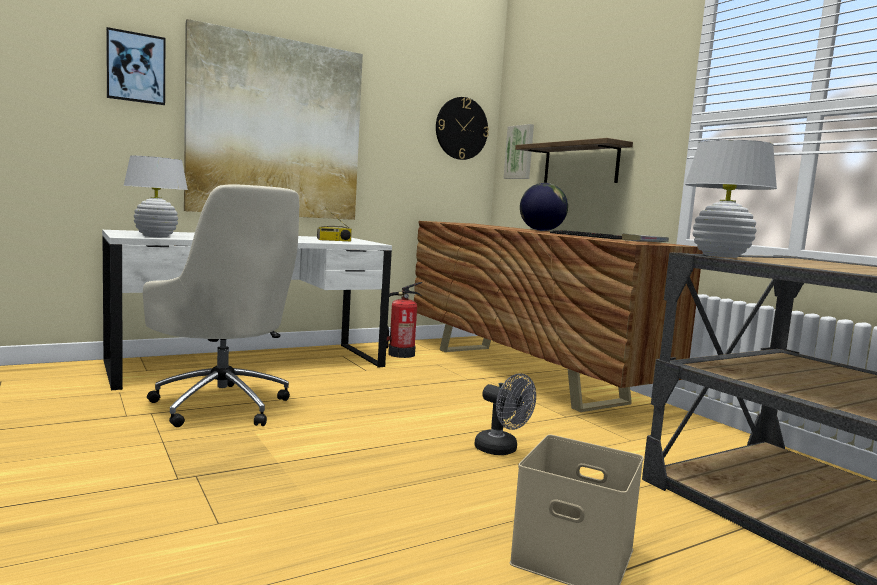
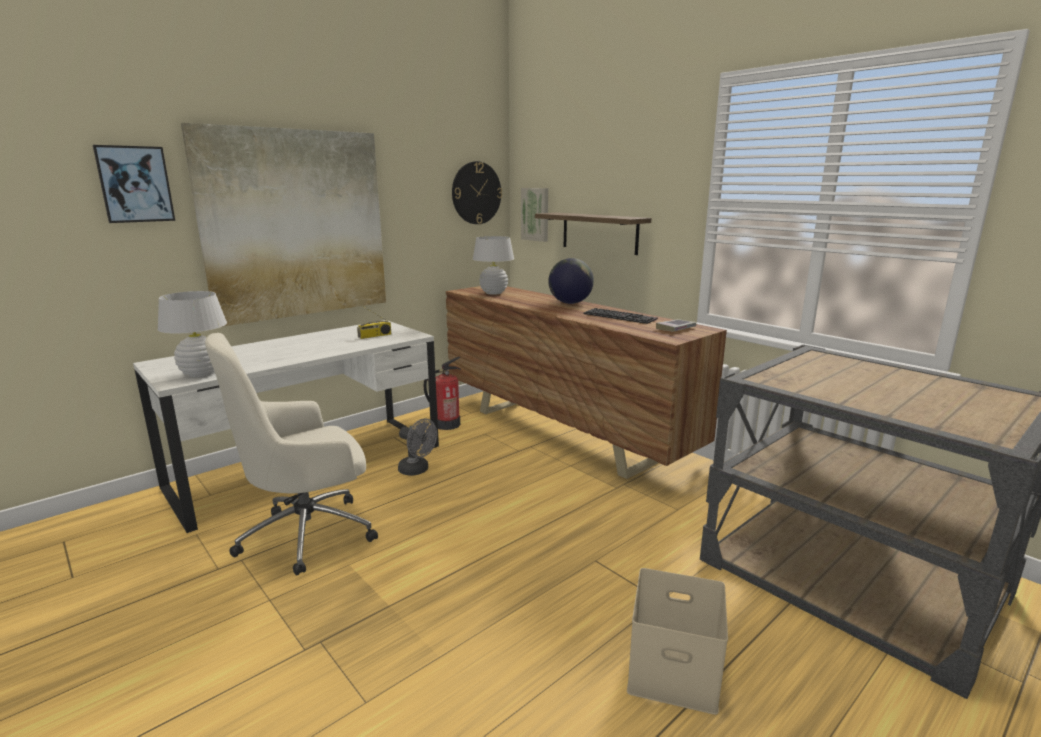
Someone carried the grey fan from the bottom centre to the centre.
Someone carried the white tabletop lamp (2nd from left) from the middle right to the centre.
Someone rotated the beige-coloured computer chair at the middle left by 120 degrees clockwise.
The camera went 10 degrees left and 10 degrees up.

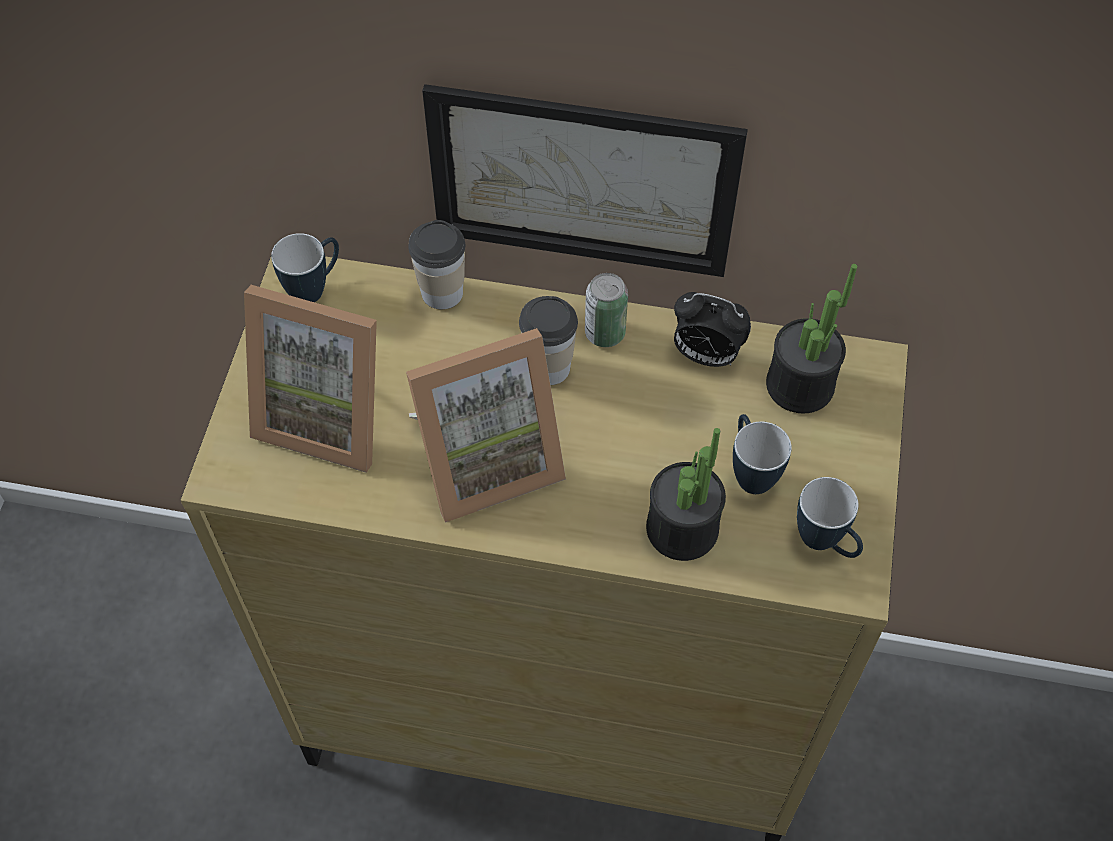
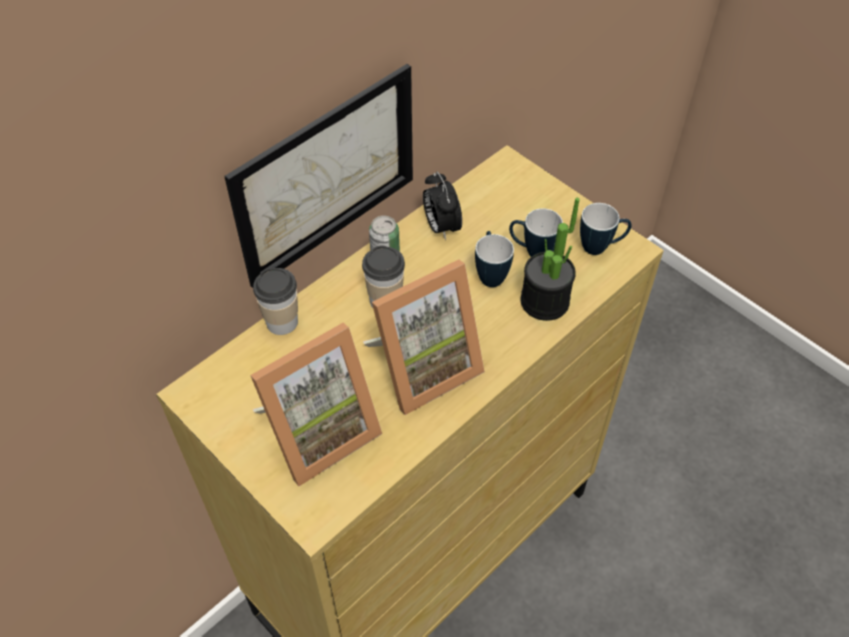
Someone took away the potted plant (2nd from left) at the middle right.
Someone carried the tea mug (1st from left) from the top left to the centre.
Someone rotated the photo frame (2nd from left) at the centre by 45 degrees clockwise.
Someone rotated the table clock at the centre by 105 degrees clockwise.
The camera went 55 degrees left and 5 degrees down.

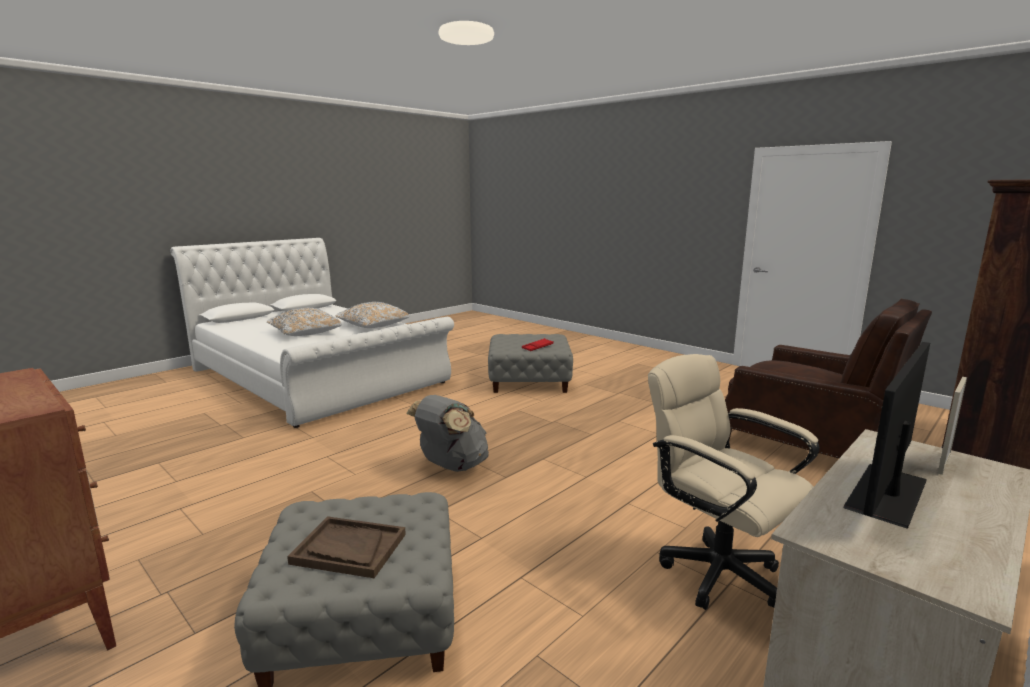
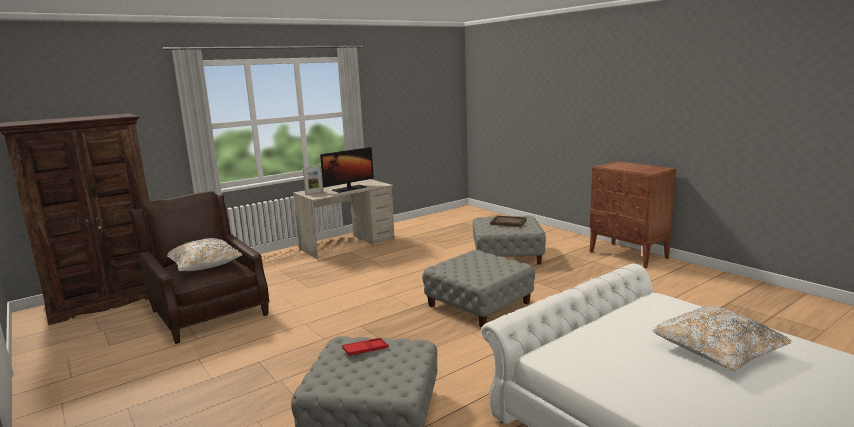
Someone took away the beige-coloured computer chair at the bottom right.
Someone carried the white pillow (2nd from left in the first image) from the centre to the middle left.
Someone swapped the grey backpack at the centre for the grey pouffe (2nd from left) at the bottom centre.
The camera went 170 degrees left and 0 degrees up.

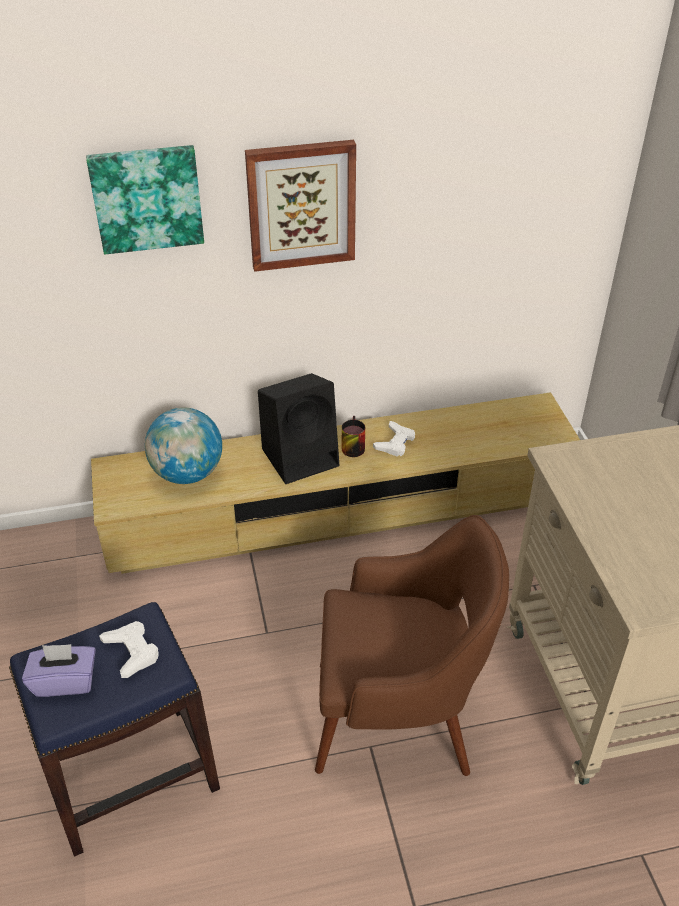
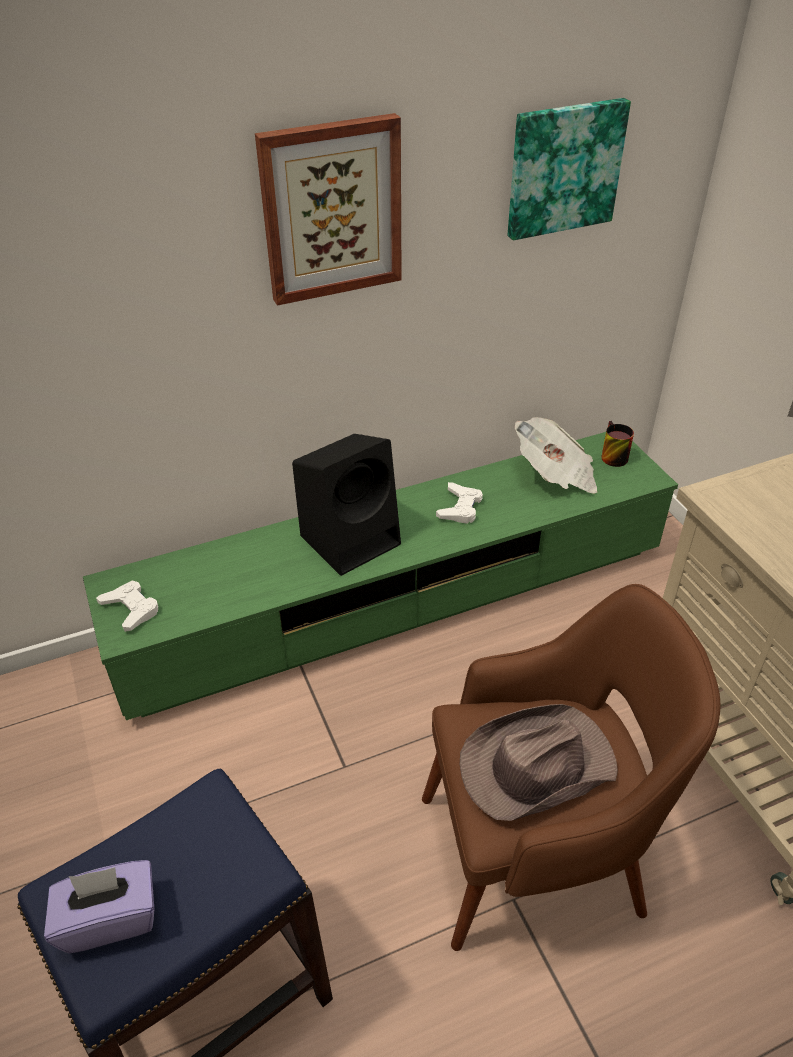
Someone took away the globe at the middle left.
Someone put down the brown-coloured hat at the bottom right.
Someone put down the printed paper at the middle right.
Someone carried the wall art (1st from left in the first image) from the top left to the top right.
Someone carried the white joypad (1st from left) from the bottom left to the middle left.
Someone carried the tea mug from the centre to the middle right.
Someone repainted the beige-coloured tv unit at the centre, which became the greenish tv unit at the centre.
The camera went 10 degrees left and 0 degrees up.

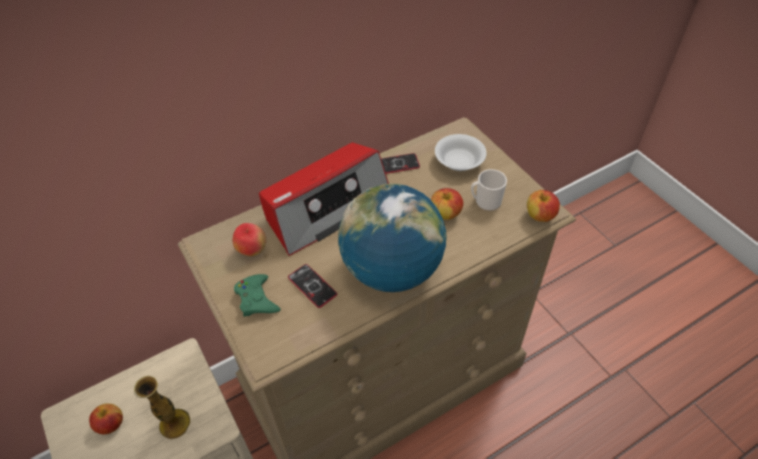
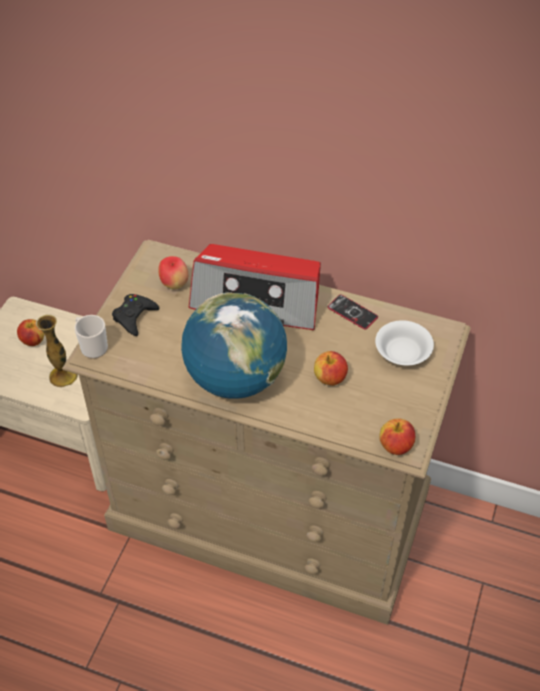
Someone took away the handset (1st from left) at the centre.
Someone carried the tea mug from the centre to the middle left.
Someone repainted the greenish joypad at the centre, which became the black joypad at the middle left.
The camera went 50 degrees right and 0 degrees up.

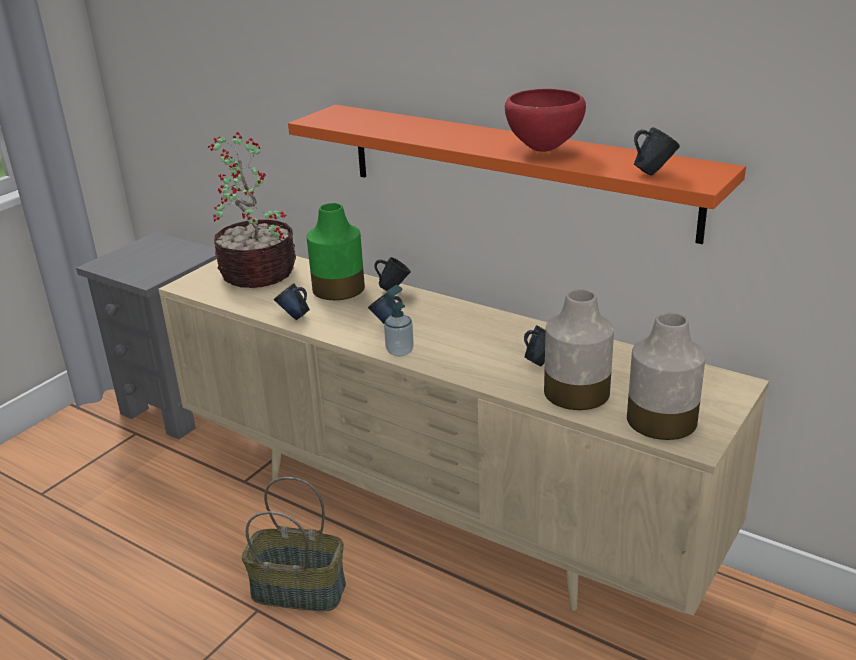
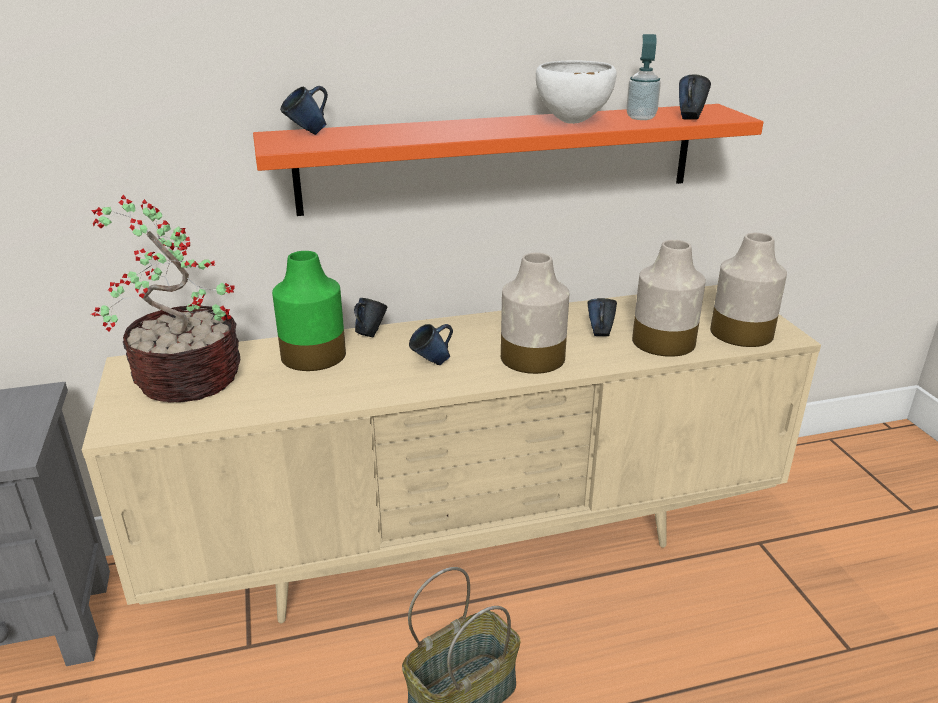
Someone put down the beige-coloured vase (1st from left) at the centre.
Someone carried the bluish tea mug (1st from left) from the centre to the top left.
Someone carried the soap dispenser from the centre to the top right.
Someone repainted the reddish deep dish at the top centre, which became the white deep dish at the top centre.
The camera went 50 degrees left and 0 degrees up.

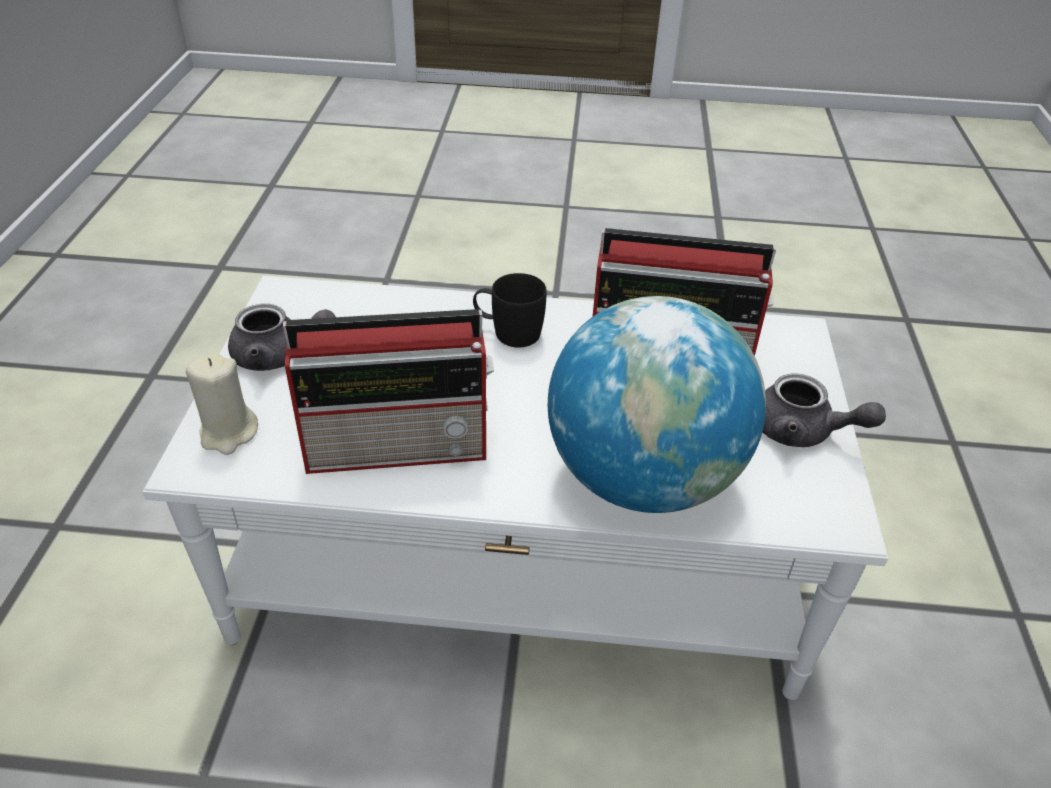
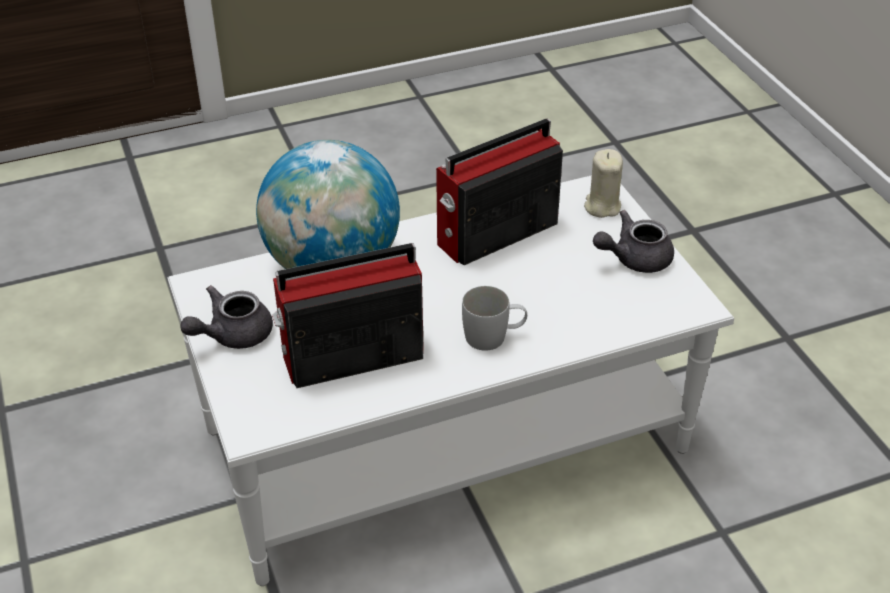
Someone repainted the black tea mug at the centre, which became the white tea mug at the centre.
Someone rotated the grey tea pot (2nd from left in the first image) at the middle right by 45 degrees counterclockwise.
The camera went 155 degrees right and 0 degrees up.

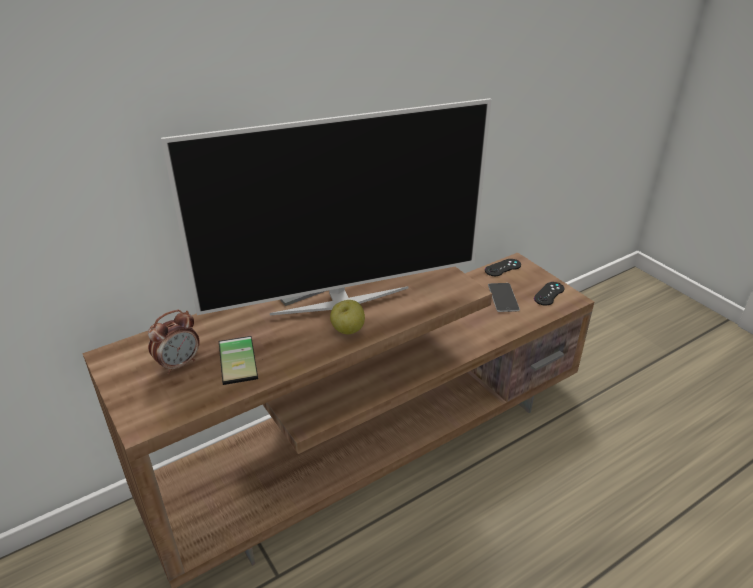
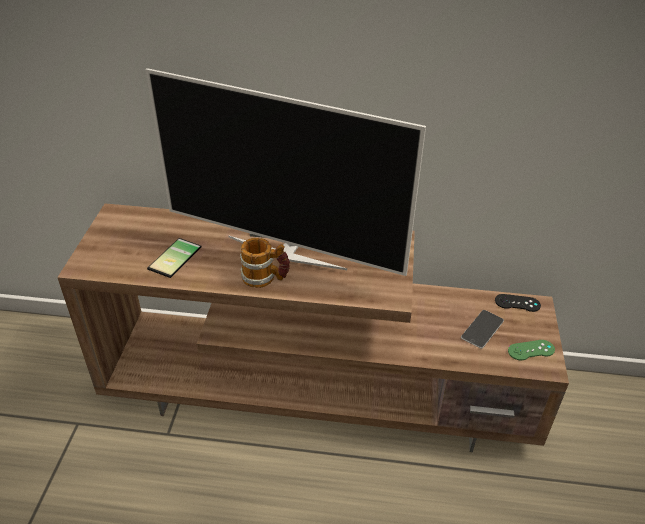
Someone took away the table clock at the middle left.
Someone swapped the apple at the centre for the tea mug at the centre.
Someone repainted the black joypad (2nd from left) at the middle right, which became the greenish joypad at the bottom right.
The camera went 40 degrees right and 5 degrees up.

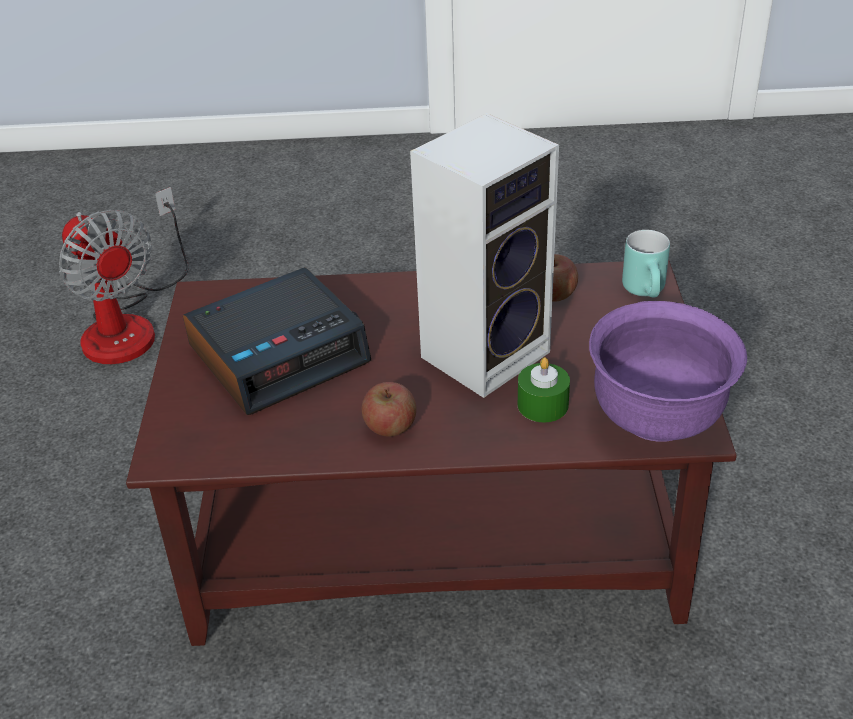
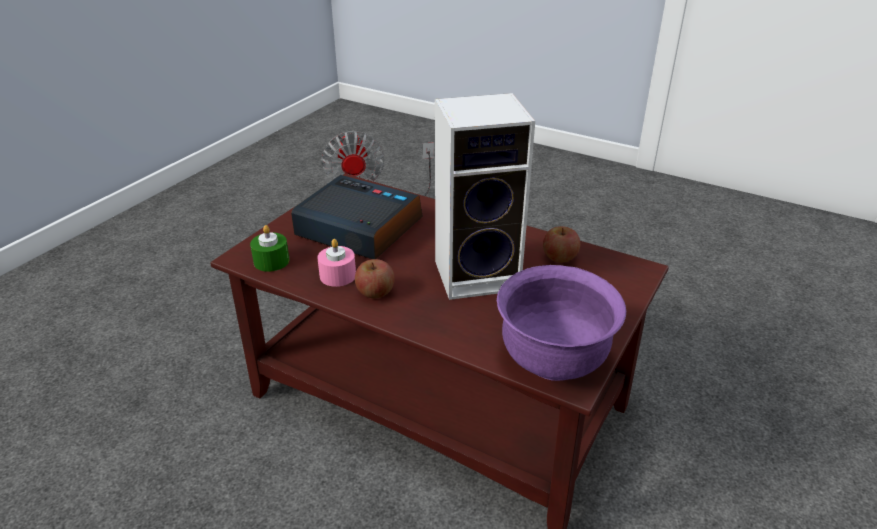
Someone took away the turquoise-coloured tea mug at the middle right.
Someone put down the pink-coloured wax candle at the centre.
Someone carried the greenish wax candle from the centre to the middle left.
Someone rotated the table clock at the middle left by 150 degrees counterclockwise.
The camera went 30 degrees right and 5 degrees down.

